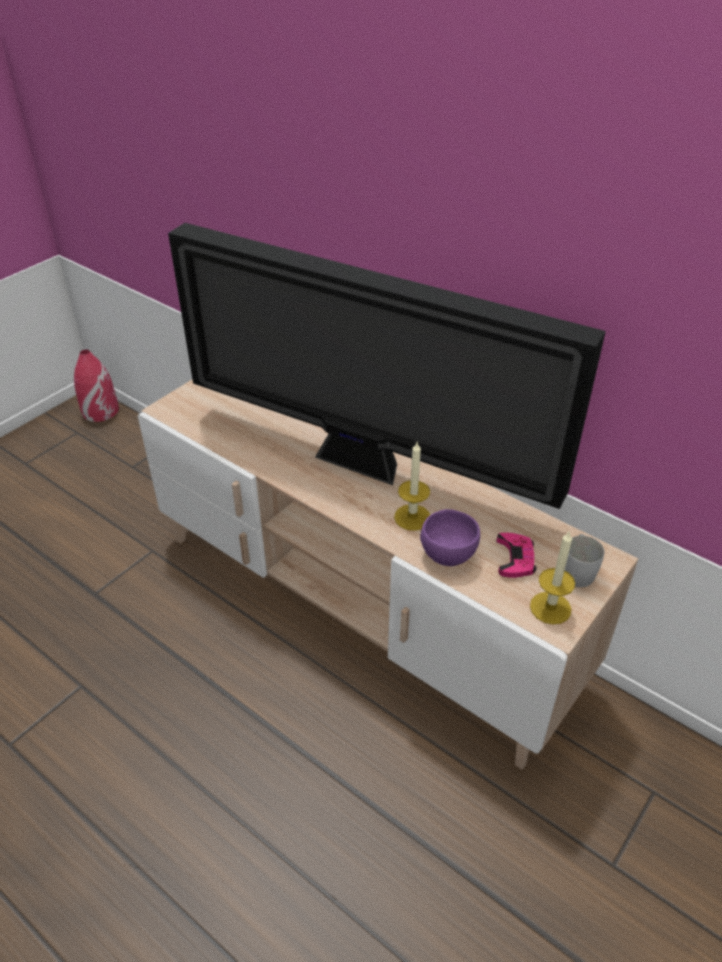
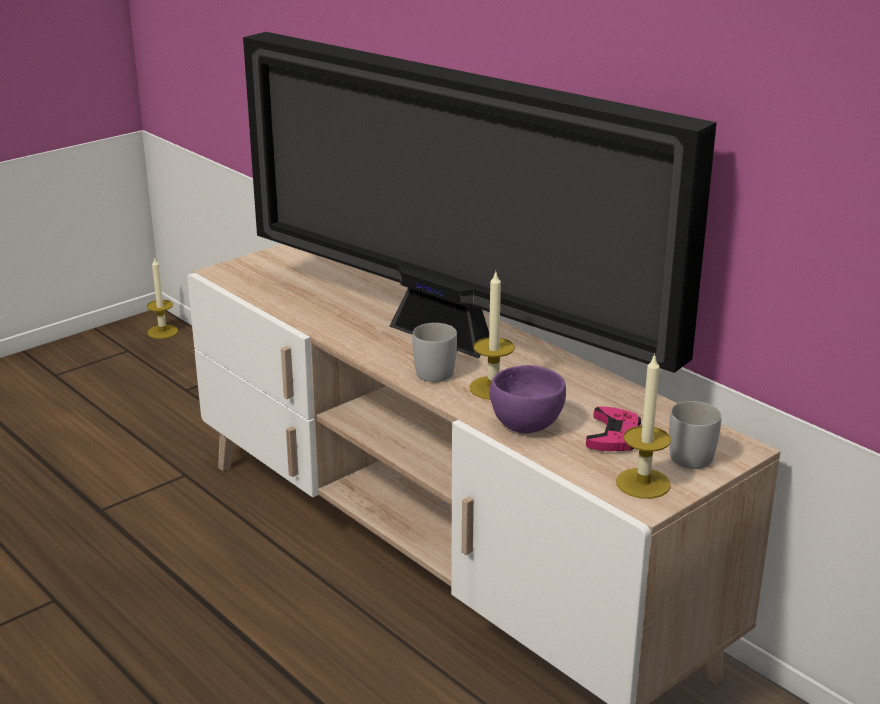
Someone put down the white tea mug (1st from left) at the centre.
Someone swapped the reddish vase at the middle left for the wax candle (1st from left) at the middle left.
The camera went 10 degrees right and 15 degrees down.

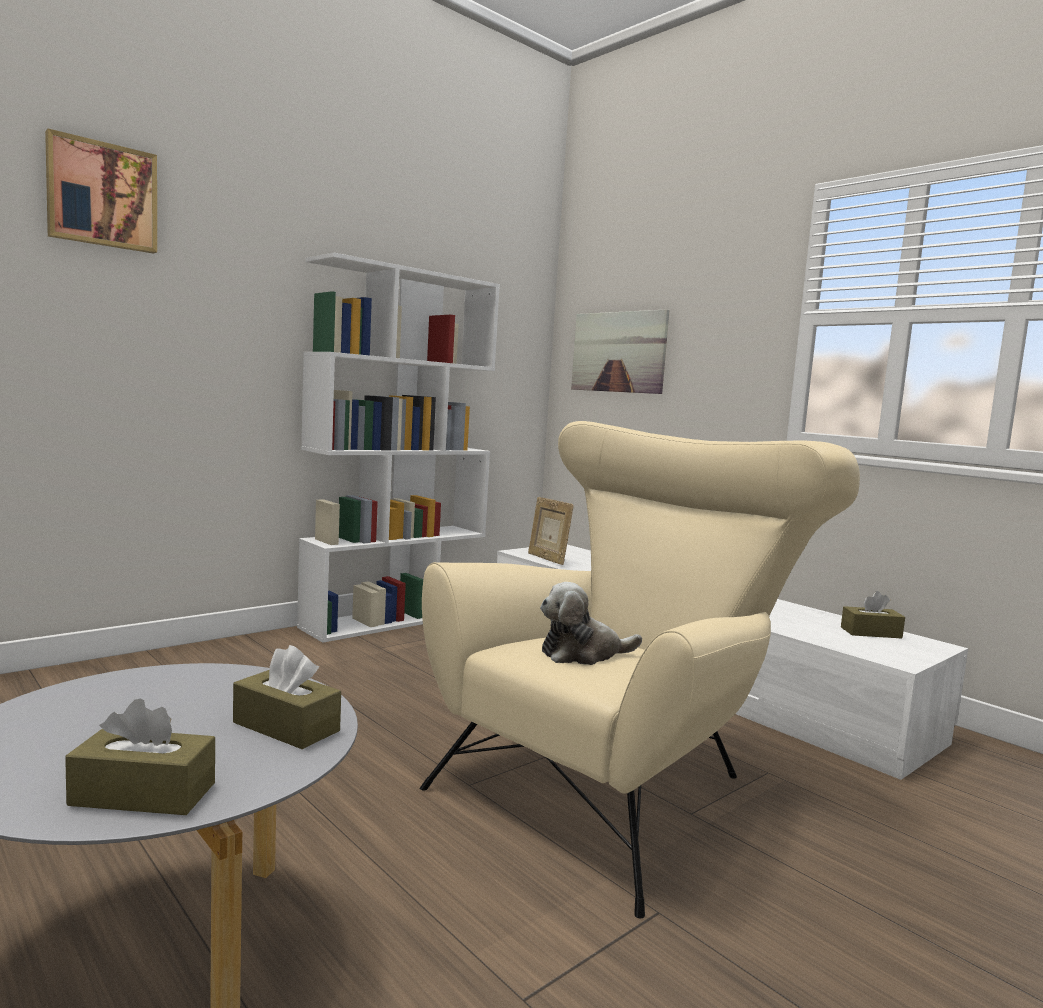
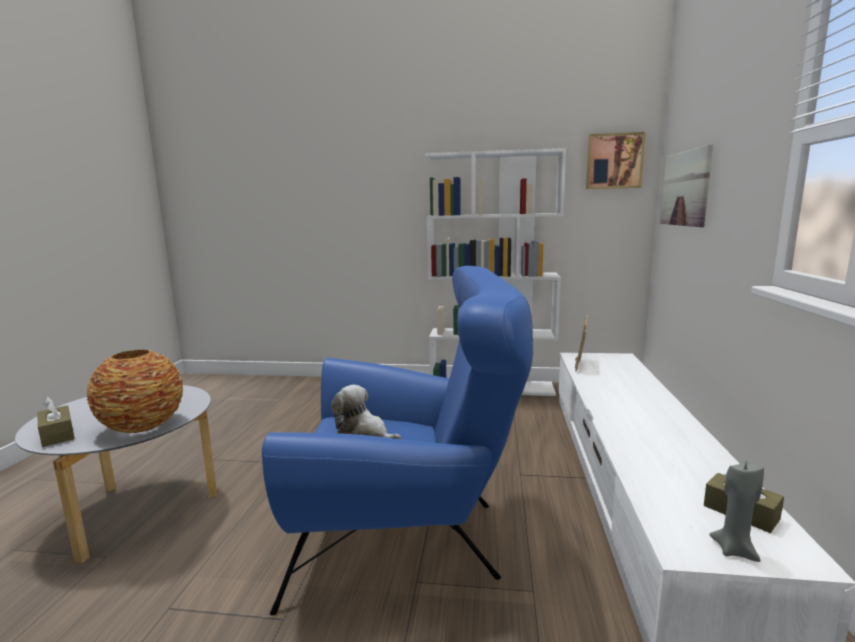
Someone put down the grey wax candle at the bottom right.
Someone carried the wall art (1st from left) from the top left to the top right.
Someone swapped the brown-coloured tissue holder (2nd from left) at the bottom left for the vase at the middle left.
Someone repainted the beige-coloured armchair at the centre, which became the bluish armchair at the bottom centre.
The camera went 50 degrees right and 5 degrees up.

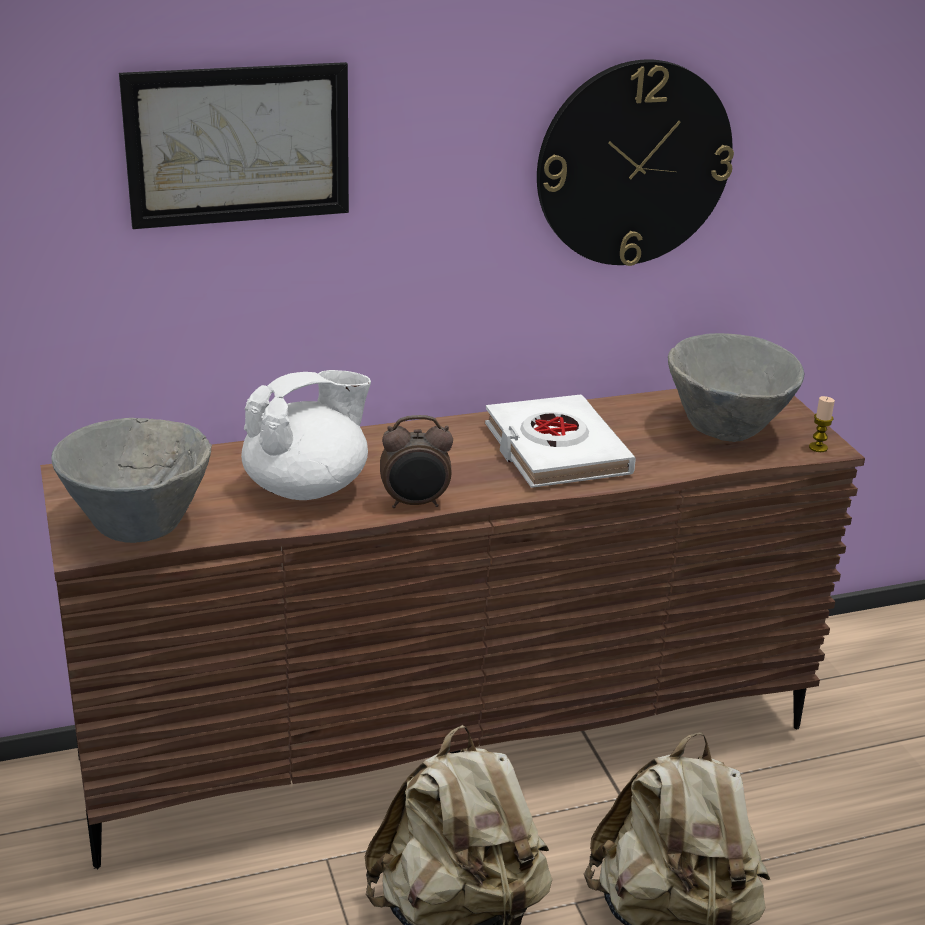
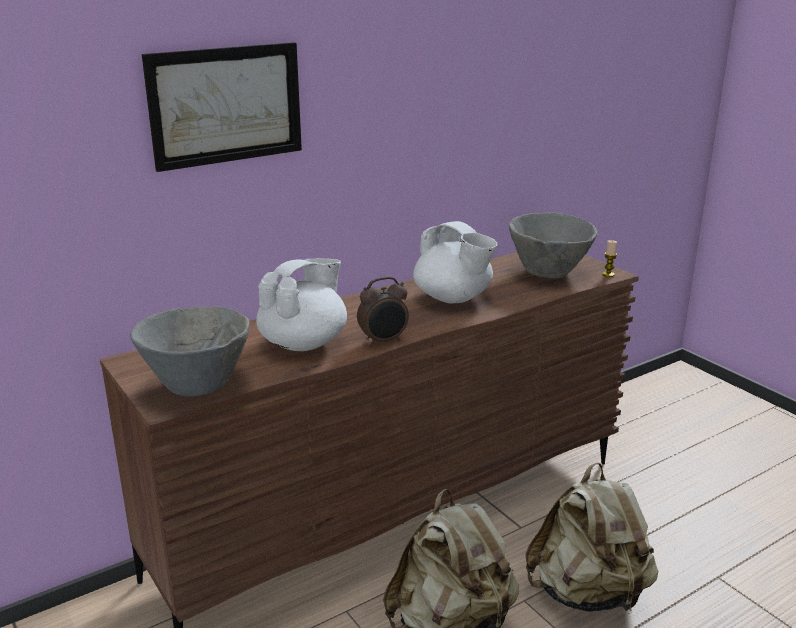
Someone took away the wall clock at the top right.
Someone swapped the white bound book at the centre for the white tea pot (2nd from left) at the centre.
The camera went 15 degrees left and 5 degrees down.

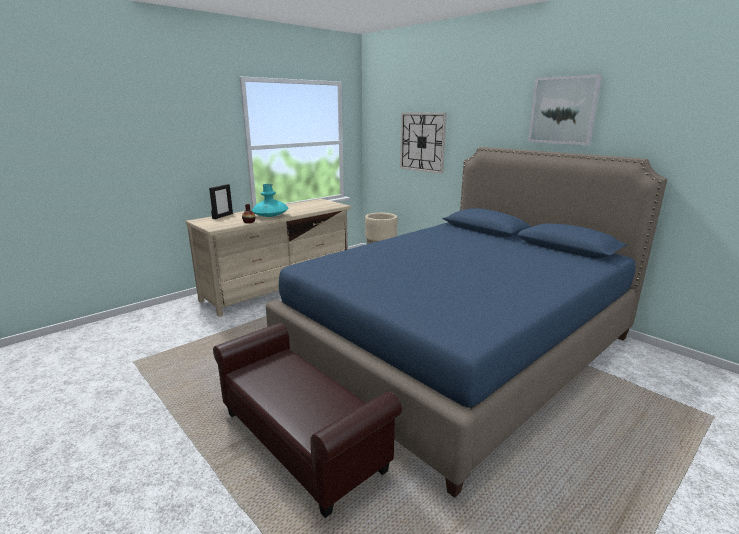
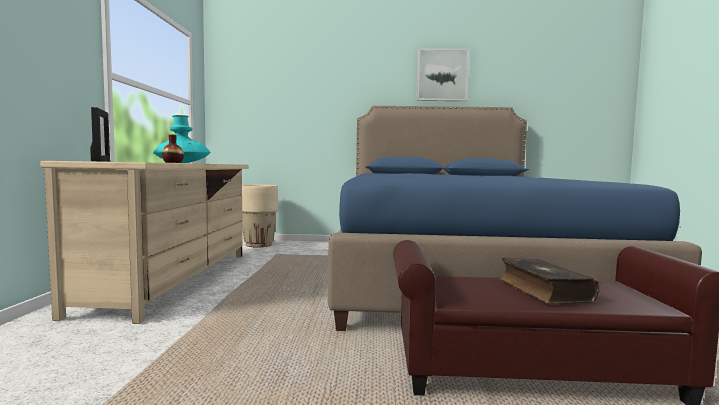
Someone took away the wall clock at the top centre.
Someone put down the bound book at the bottom right.
The camera went 45 degrees left and 15 degrees down.

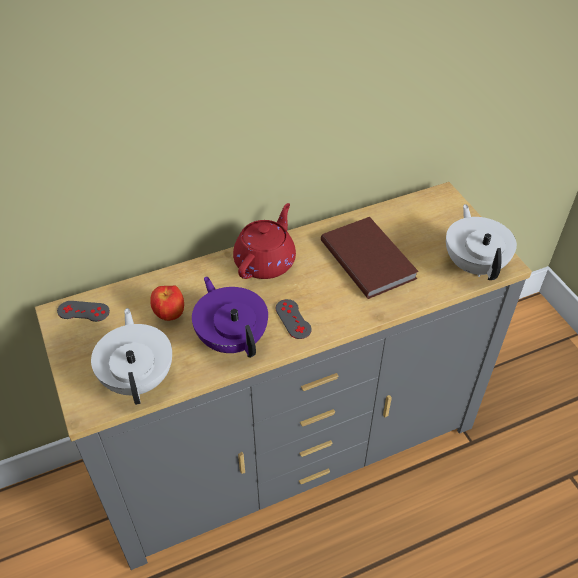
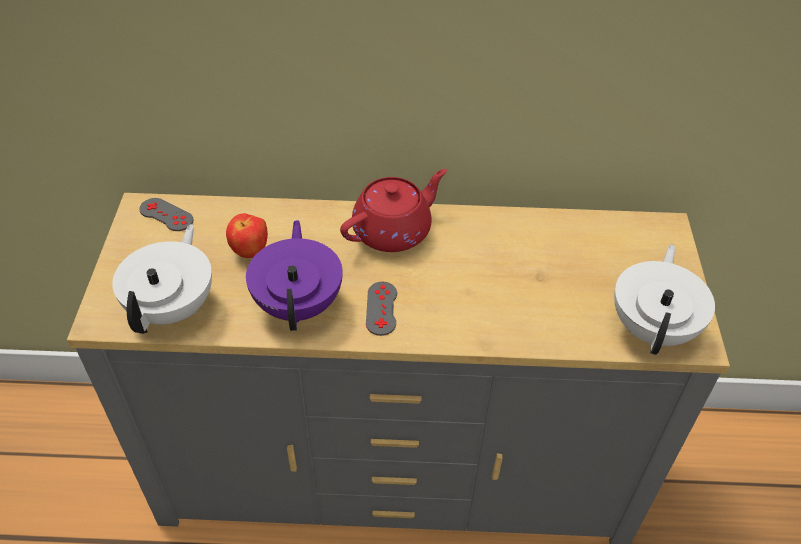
Someone took away the brown-coloured bound book at the centre.
The camera went 25 degrees right and 0 degrees up.

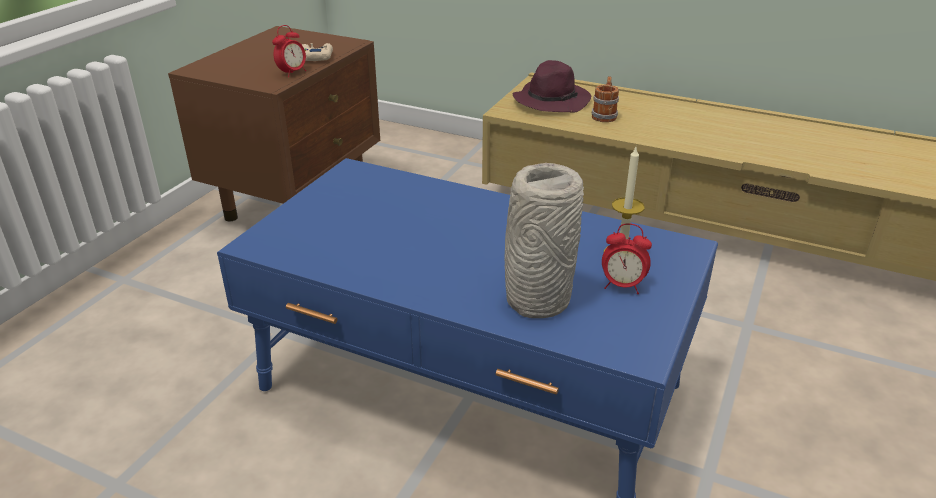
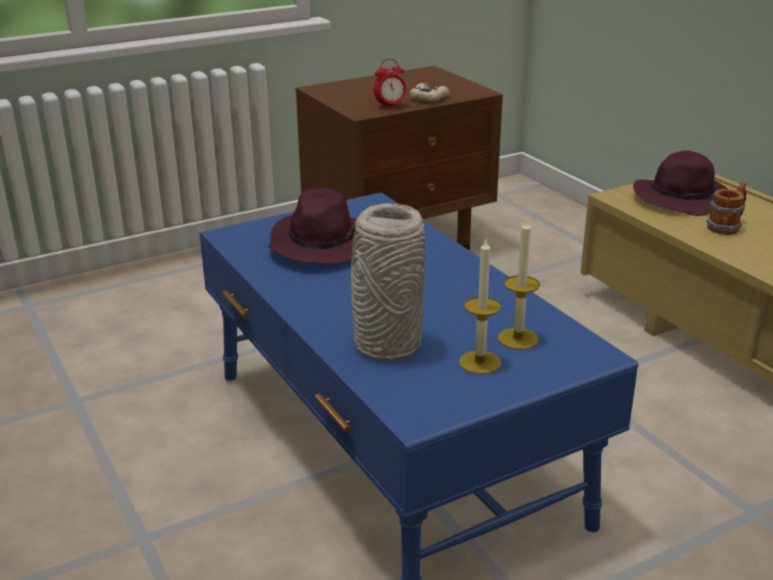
Someone put down the purple hat (1st from left) at the centre.
Someone swapped the table clock (2nd from left) at the middle right for the wax candle (1st from left) at the centre.
The camera went 35 degrees right and 5 degrees down.

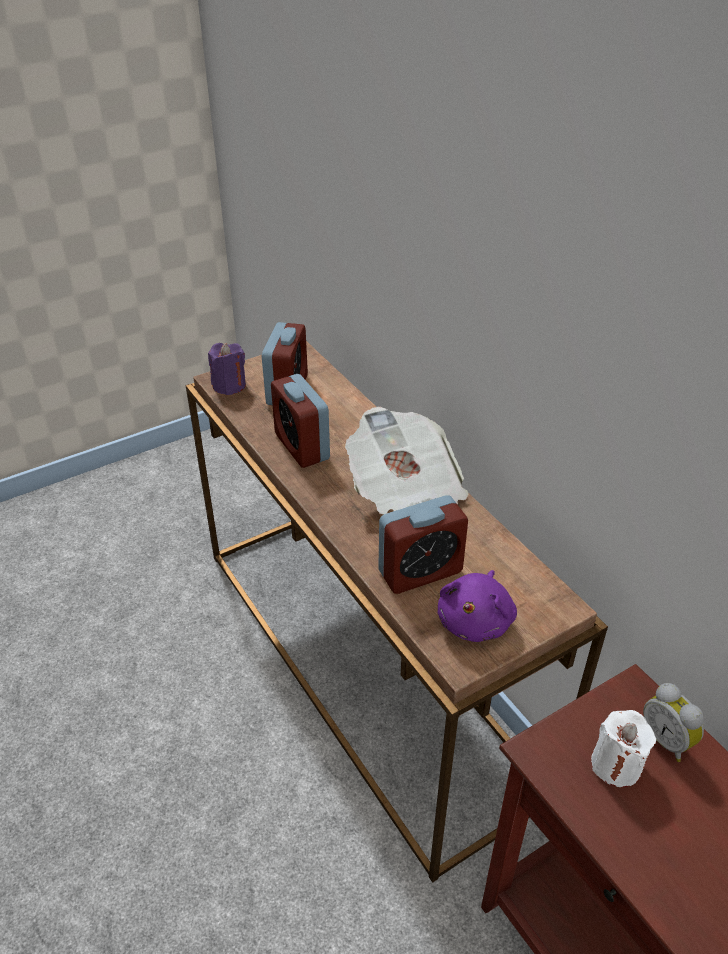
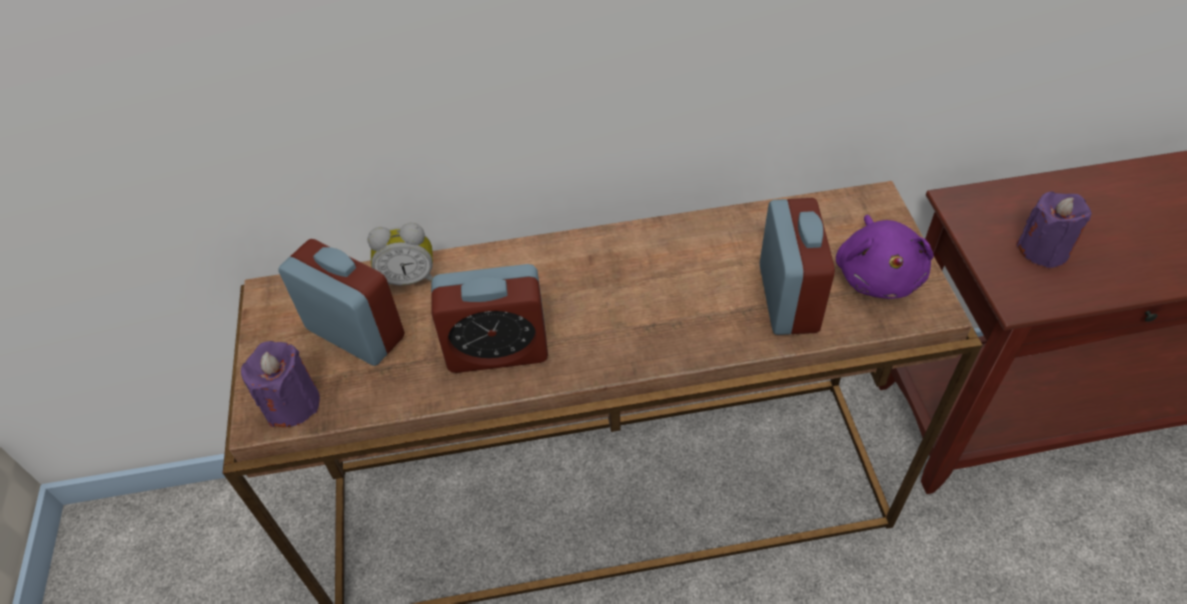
Someone took away the printed paper at the centre.
Someone carried the table clock (4th from left in the first image) from the bottom right to the centre.
Someone repainted the white wax candle at the bottom right, which became the purple wax candle (2nd from left) at the middle right.
Someone rotated the purple cuddly toy at the centre by 45 degrees clockwise.
The camera went 65 degrees left and 10 degrees up.

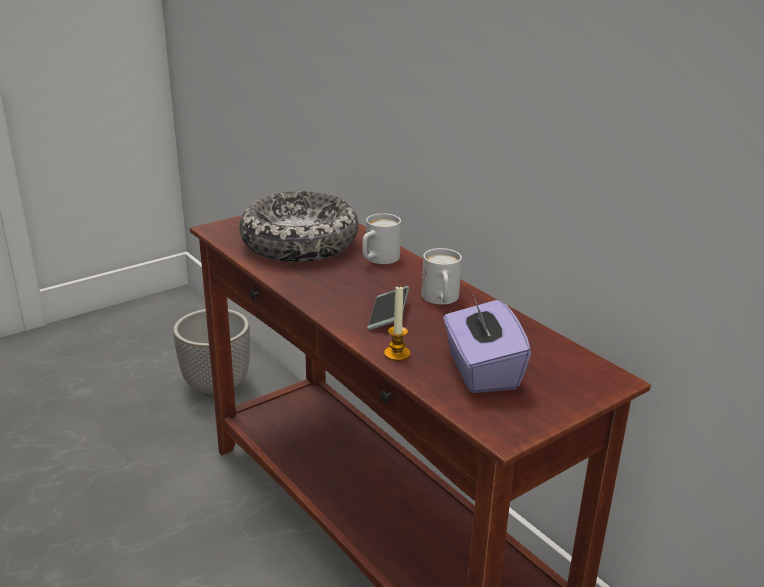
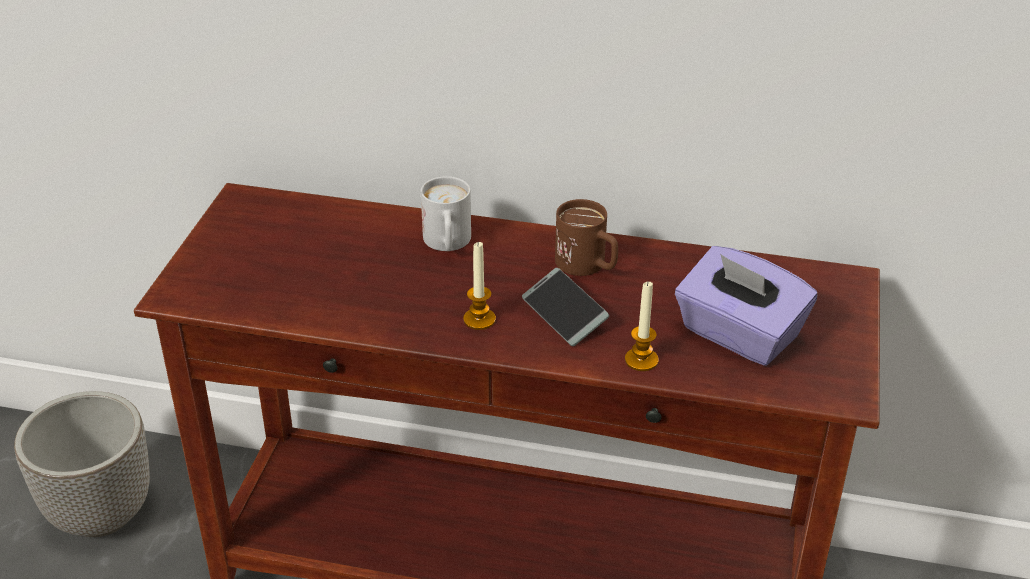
Someone took away the deep dish at the centre.
Someone put down the wax candle (1st from left) at the centre.
Someone repainted the white tea mug (2nd from left) at the centre, which became the brown-coloured tea mug at the centre.
The camera went 40 degrees left and 10 degrees up.

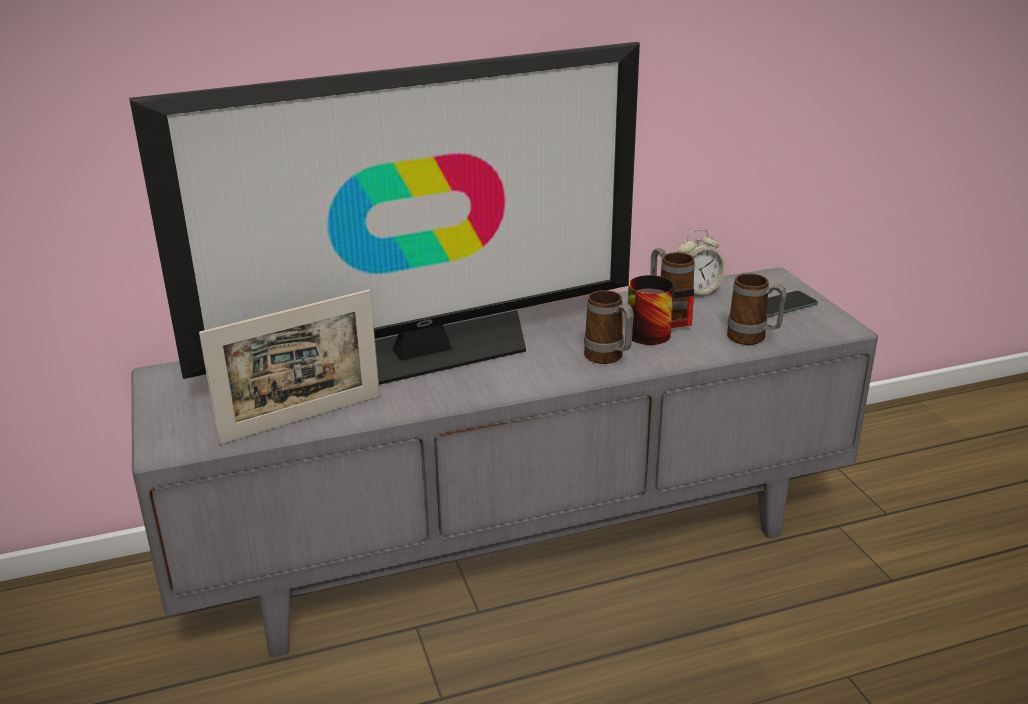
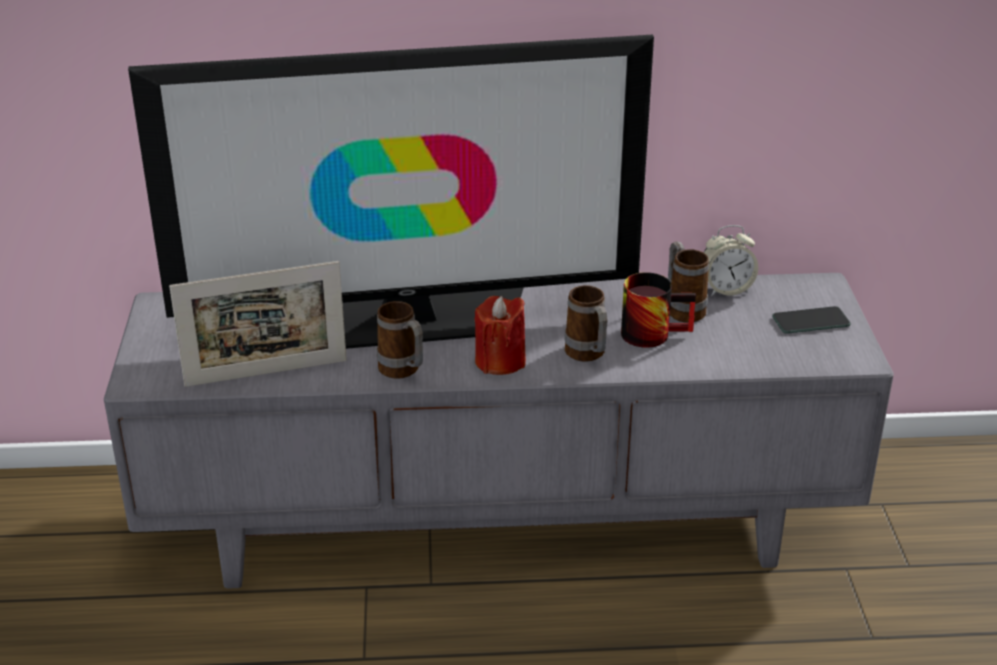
Someone put down the reddish wax candle at the centre.
Someone carried the tea mug (4th from left in the first image) from the middle right to the centre.
The camera went 15 degrees right and 5 degrees up.

